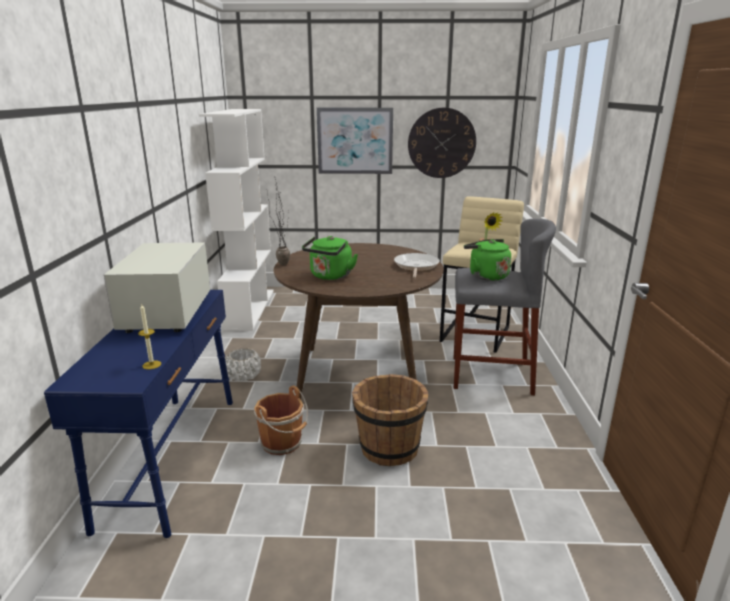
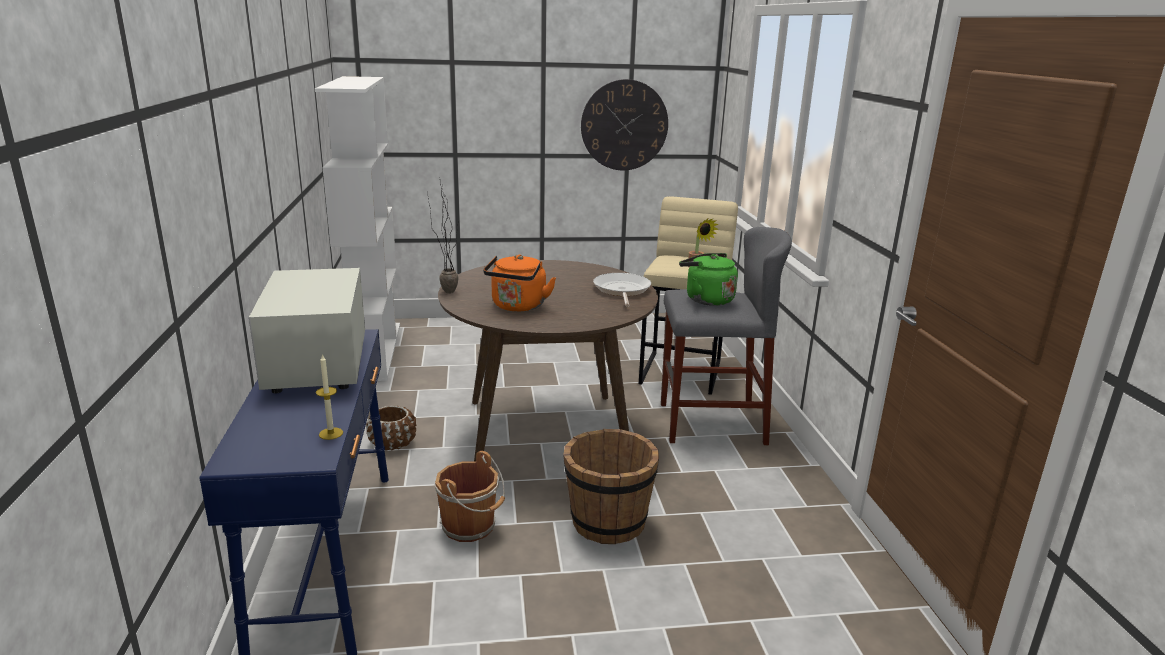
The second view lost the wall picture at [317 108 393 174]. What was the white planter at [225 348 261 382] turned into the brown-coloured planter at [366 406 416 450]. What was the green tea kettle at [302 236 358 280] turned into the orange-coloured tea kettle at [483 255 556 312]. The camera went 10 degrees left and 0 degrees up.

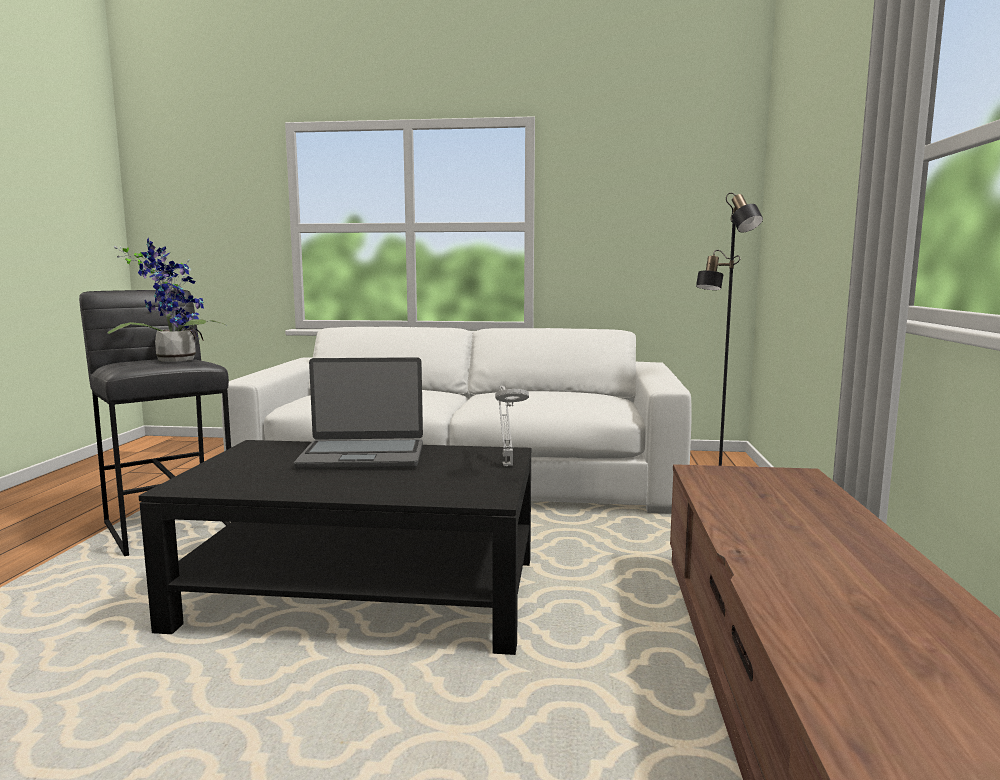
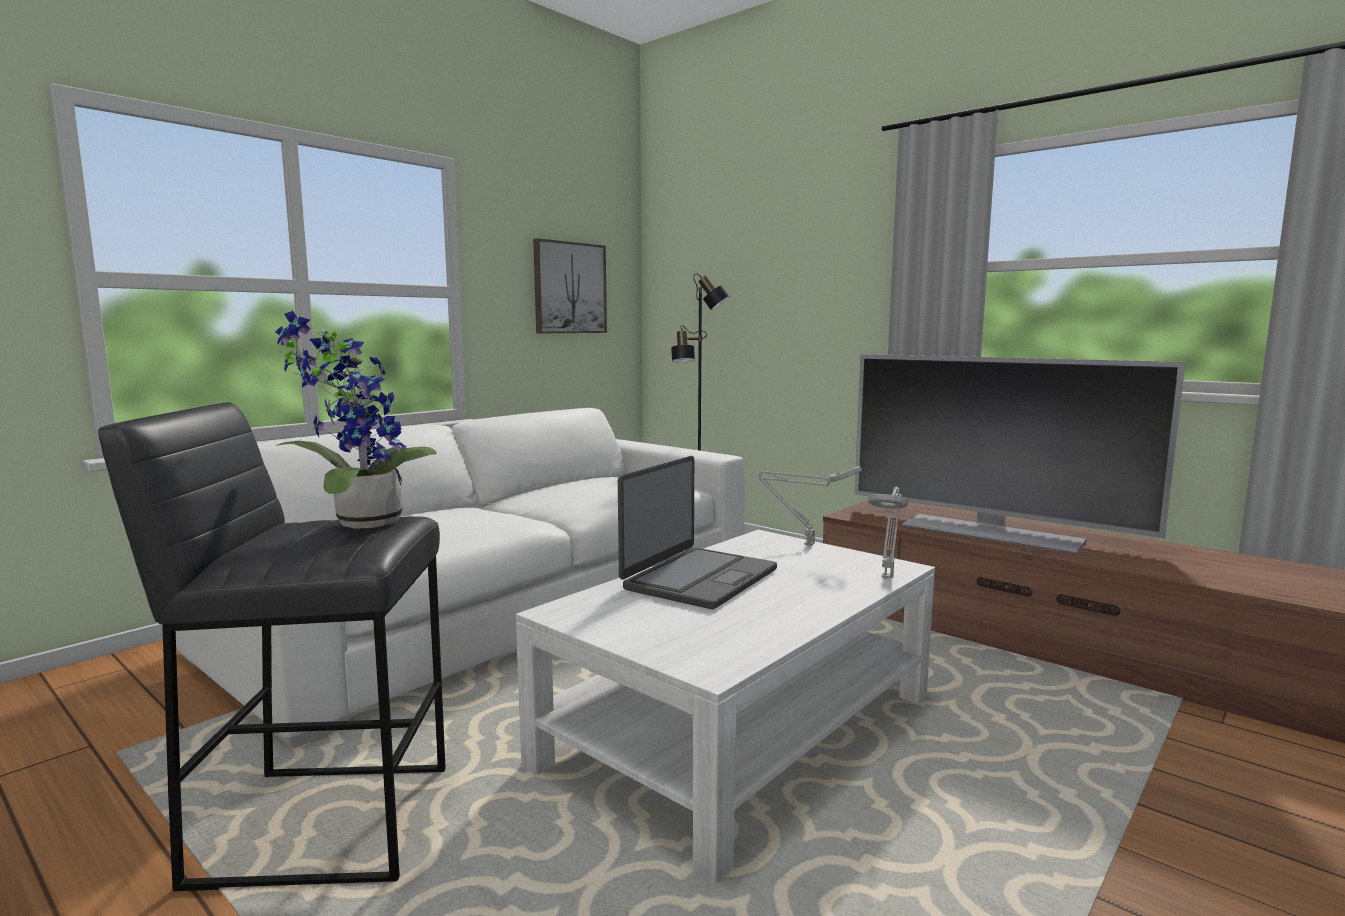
The second view gained the wall picture at [533 238 607 333]. The second view gained the TV set at [854 354 1185 554]. The second view gained the greyish lamp for a table at [868 487 908 579]. What was the black lounge table at [139 440 531 655] turned into the white lounge table at [515 530 935 884]. The camera went 55 degrees left and 0 degrees up.

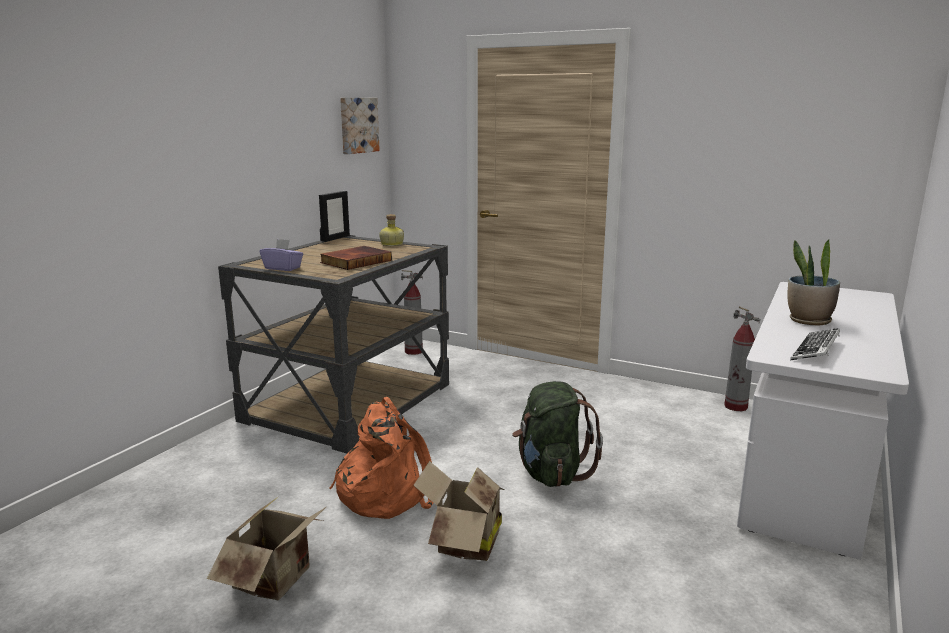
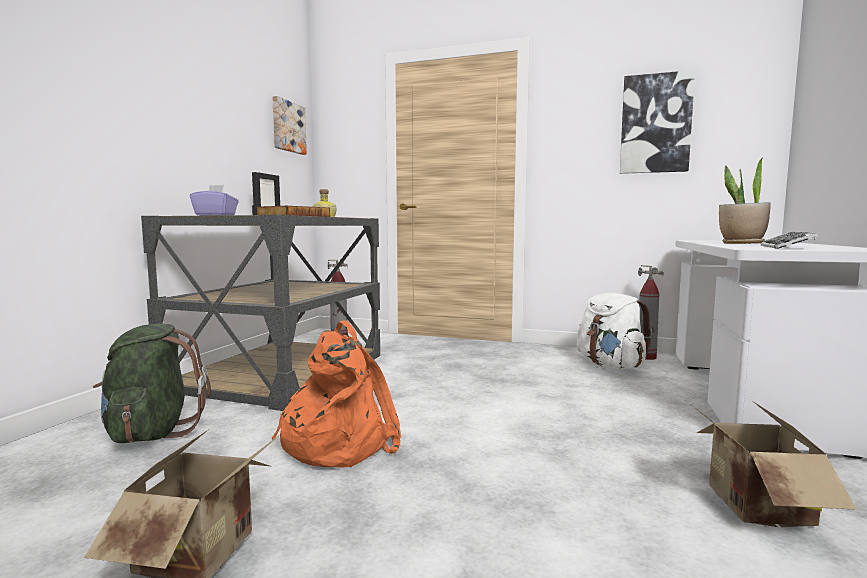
The second view gained the white backpack at [577 293 652 369]. The second view gained the wall picture at [620 70 695 174]. The packing box ended up elsewhere, having gone from [413 461 504 561] to [684 399 857 527]. The green backpack ended up elsewhere, having gone from [512 381 603 487] to [93 324 211 443]. The camera went 10 degrees left and 10 degrees down.

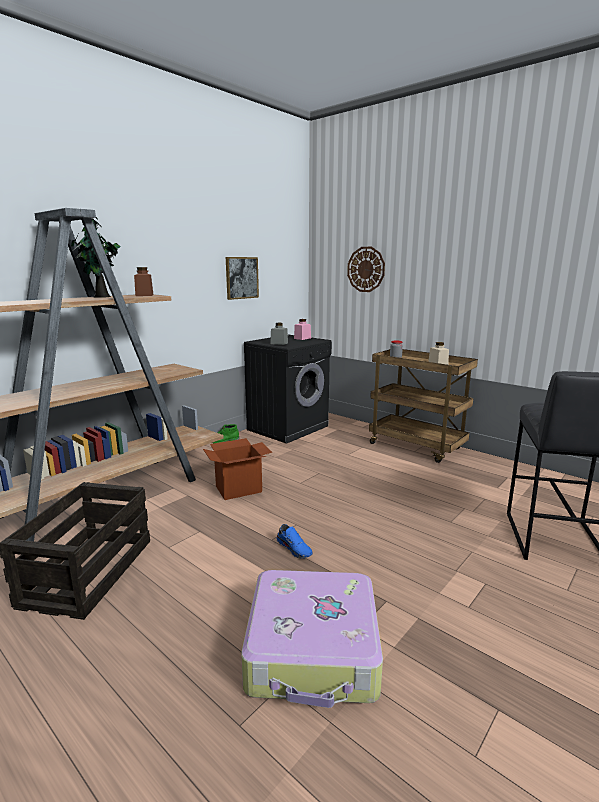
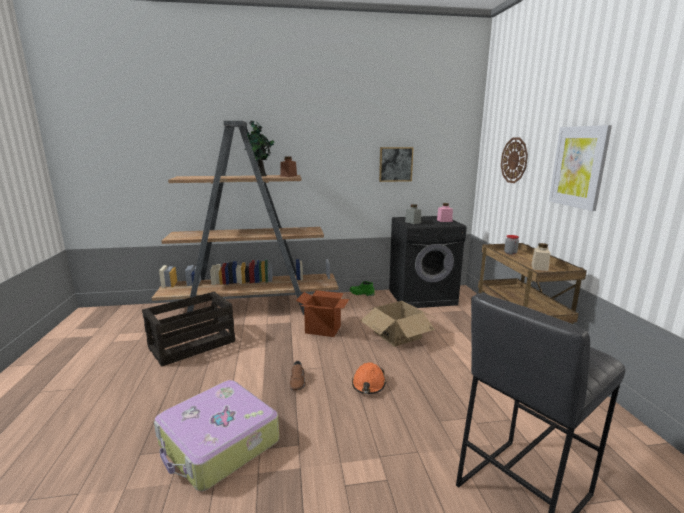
The second view gained the orange-coloured work helmet at [352 362 386 394]. The second view gained the packing box at [360 301 435 347]. The second view gained the wall picture at [549 125 612 211]. What was the blue-coloured item of footwear at [277 524 312 559] turned into the brown-coloured item of footwear at [290 361 306 391]. The camera went 40 degrees right and 0 degrees up.

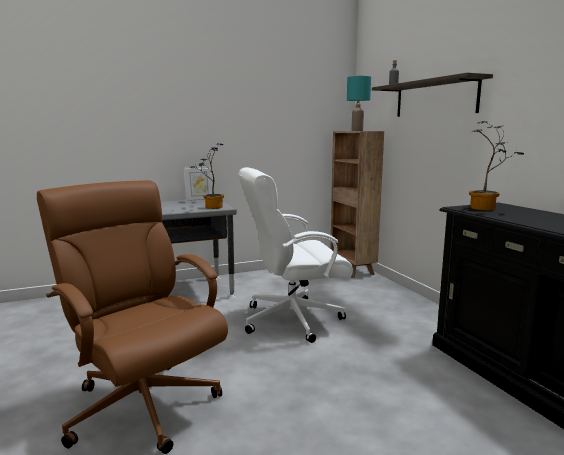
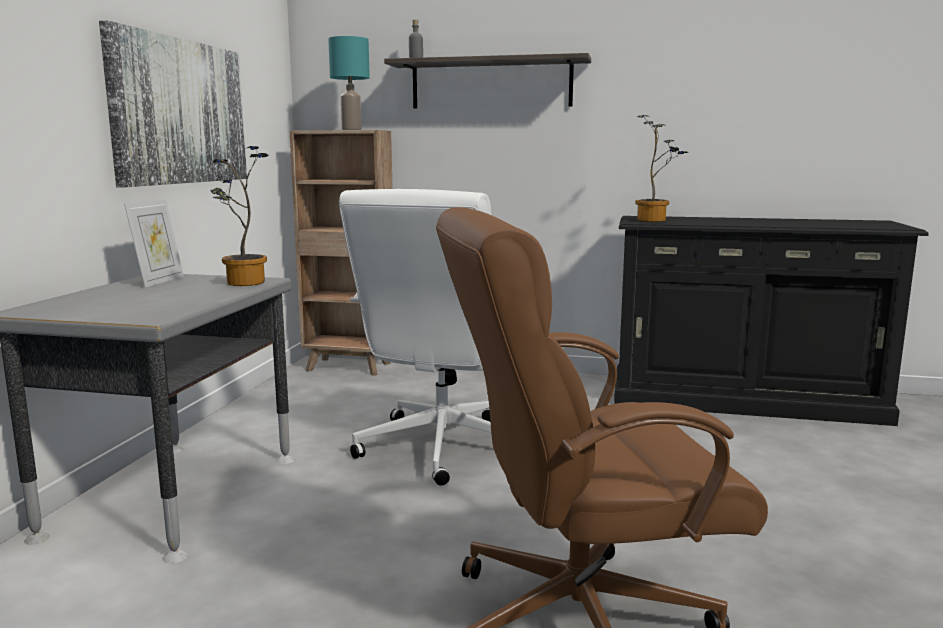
The second view gained the wall picture at [99 21 247 187]. The camera went 55 degrees left and 0 degrees up.

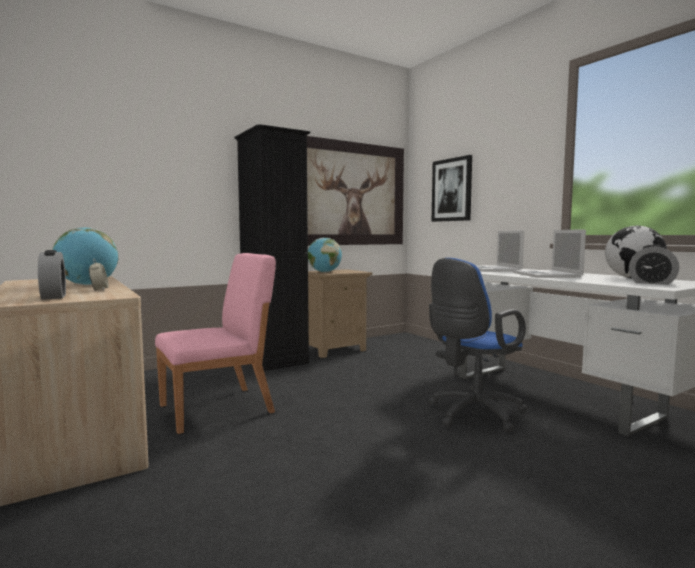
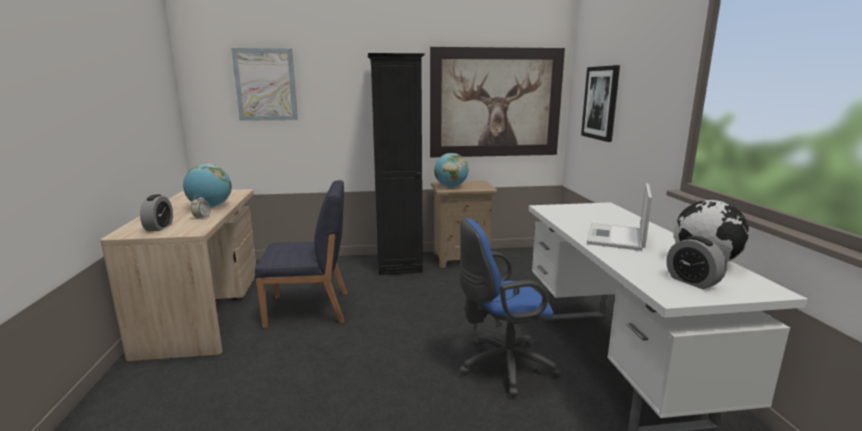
The second view lost the notebook computer at [477 230 524 272]. The second view gained the wall picture at [231 48 298 121]. What was the pink-coloured upright chair at [155 253 276 434] turned into the blue-coloured upright chair at [255 180 347 328]. The camera went 25 degrees right and 10 degrees up.

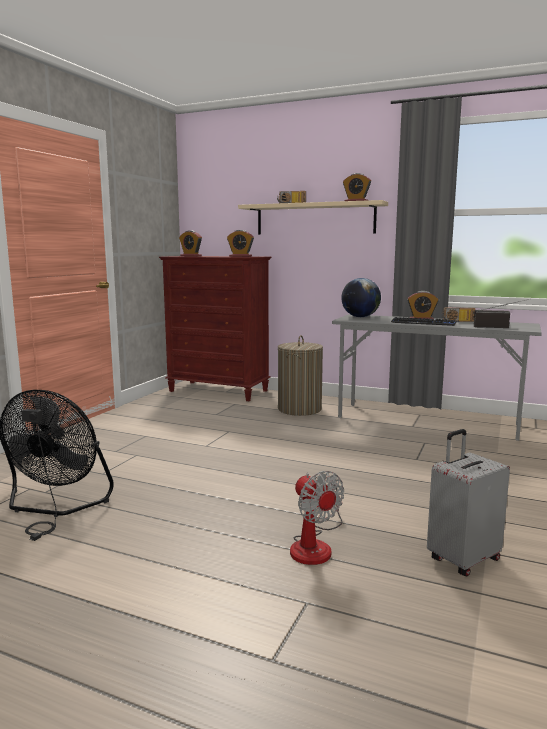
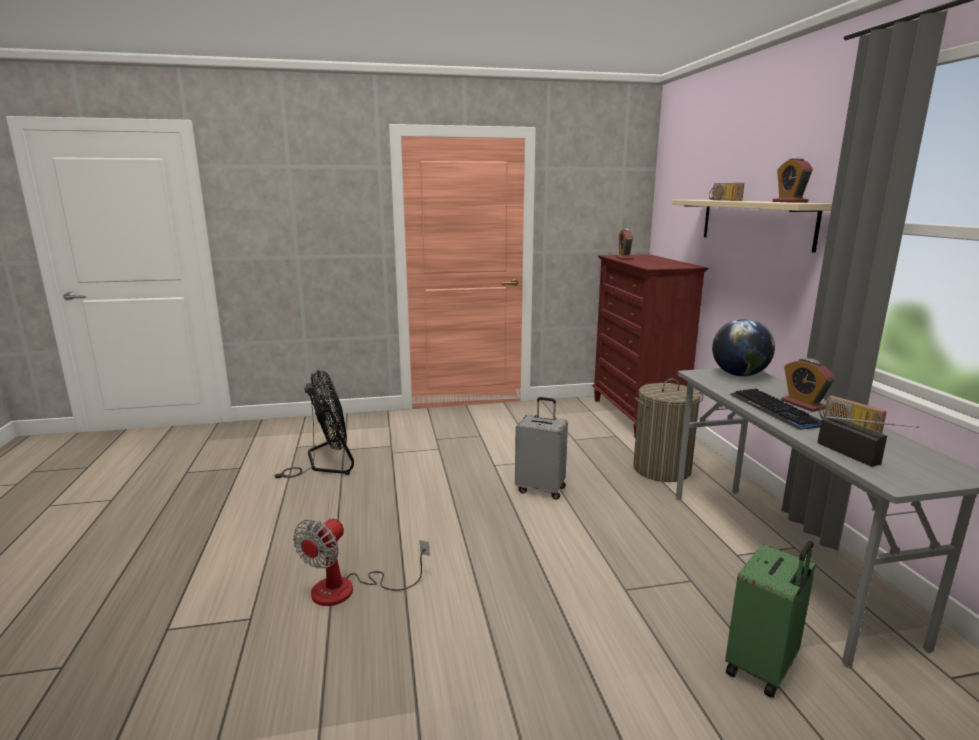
The second view lost the alarm clock at [227 230 254 257]. The second view gained the green travel case at [725 541 816 698]. The greyish travel case ended up elsewhere, having gone from [427 429 510 577] to [515 397 568 500]. The camera went 55 degrees right and 5 degrees up.

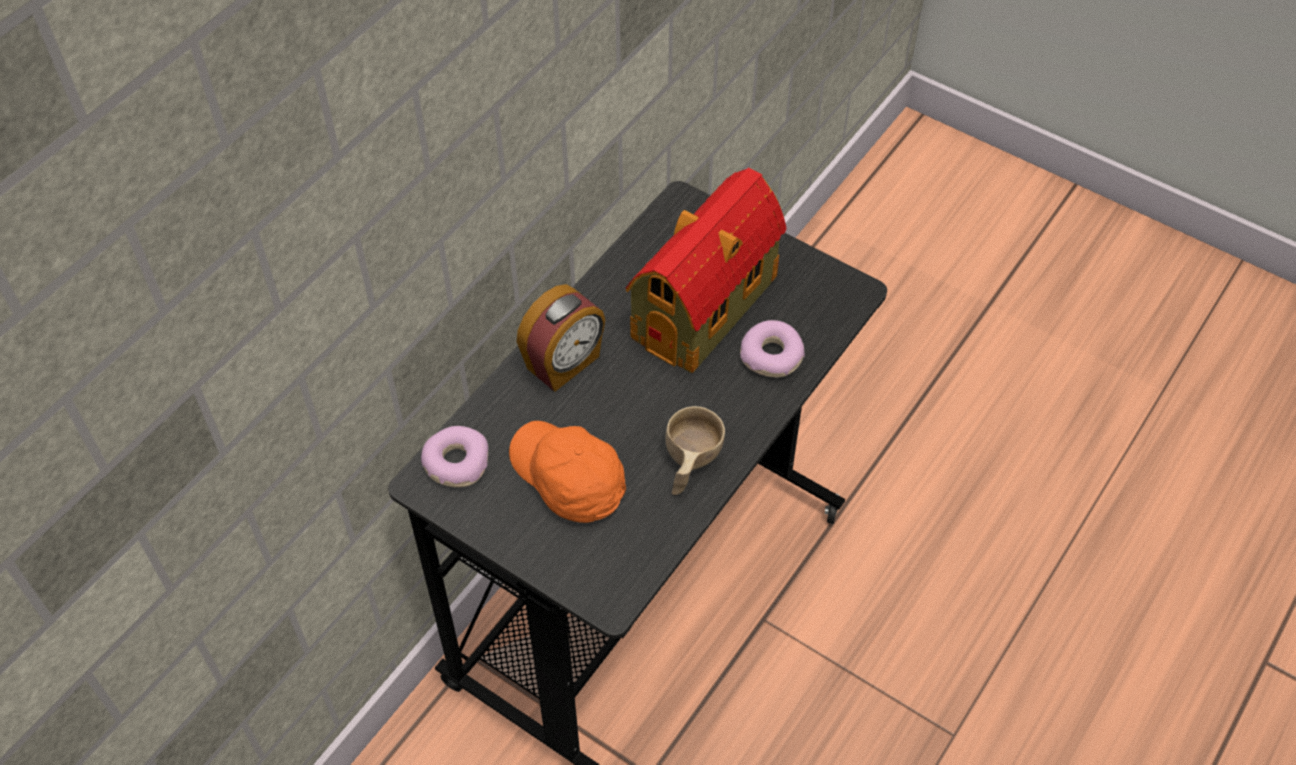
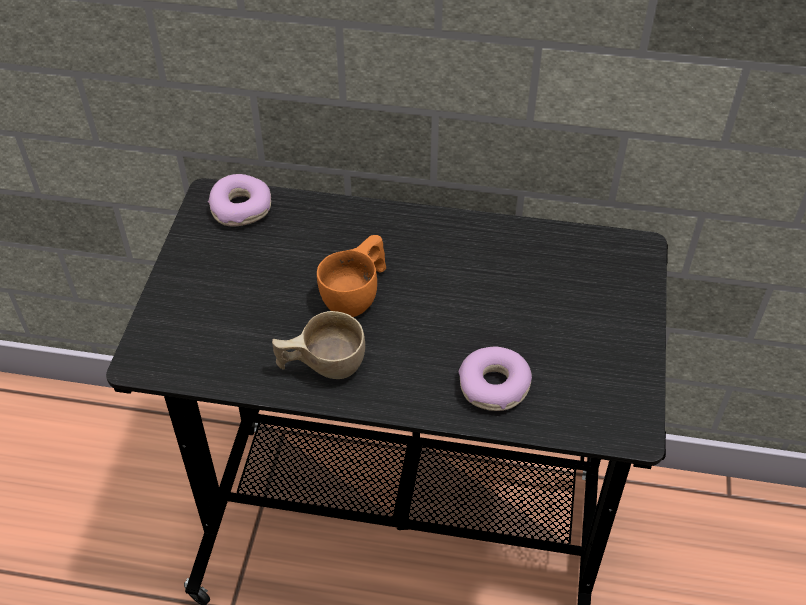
The second view lost the orange-coloured cap at [509 421 626 523]. The second view lost the alarm clock at [516 284 605 392]. The second view lost the model house at [625 167 786 373]. The second view gained the orange-coloured cup at [317 235 386 317]. The camera went 65 degrees right and 5 degrees down.

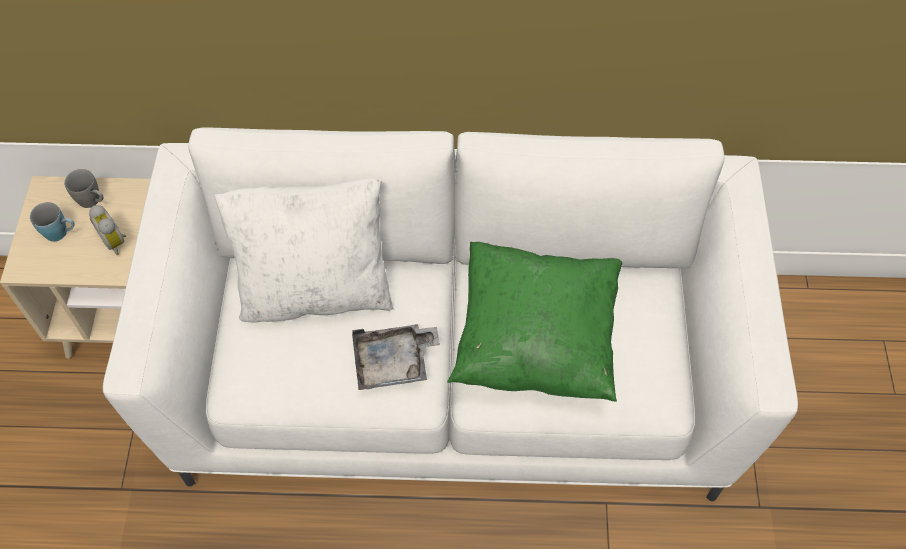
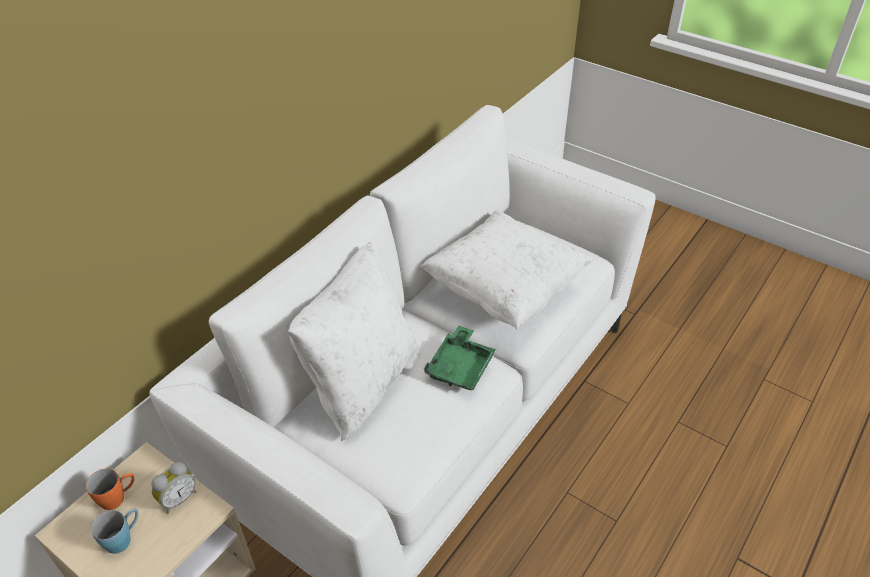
What was the greyish coffee mug at [64 169 104 208] turned into the orange-coloured coffee mug at [86 468 134 510]. What was the greyish serving tray at [352 324 440 390] turned into the green serving tray at [424 325 496 390]. What was the green throw pillow at [447 242 622 402] turned into the white throw pillow at [420 211 593 330]. The alarm clock at [89 205 126 255] ended up facing another way, 45 degrees counterclockwise from before. The camera went 55 degrees left and 15 degrees down.

